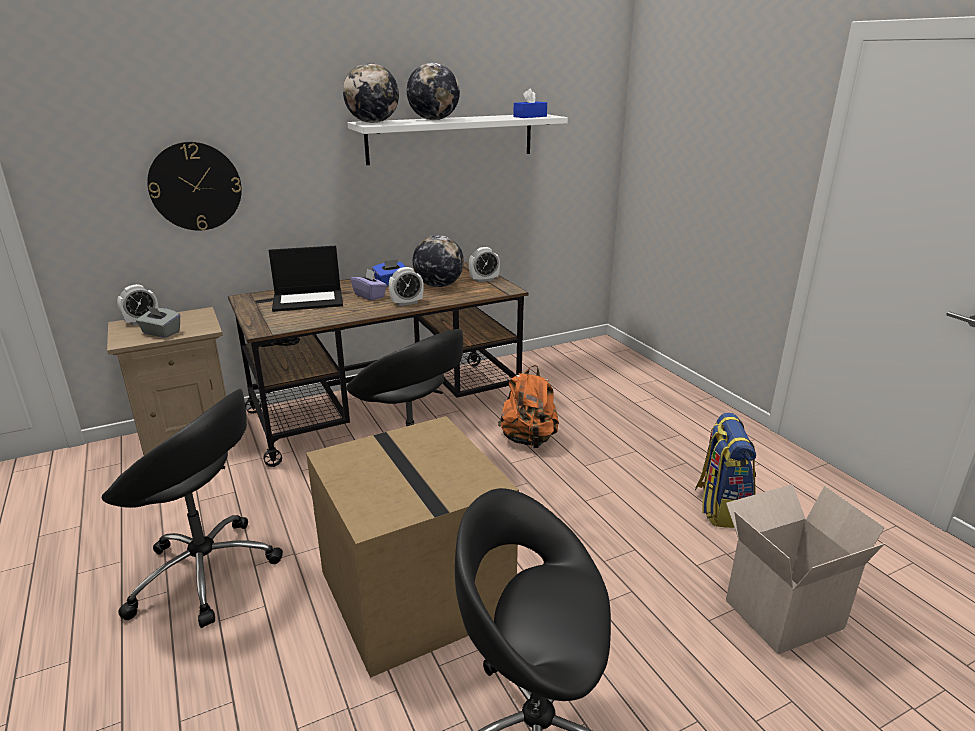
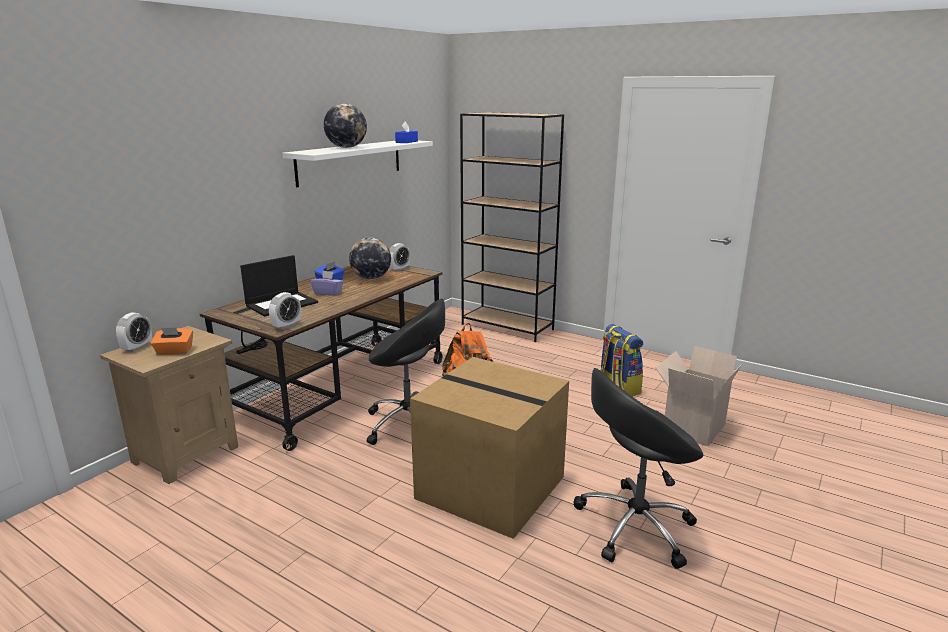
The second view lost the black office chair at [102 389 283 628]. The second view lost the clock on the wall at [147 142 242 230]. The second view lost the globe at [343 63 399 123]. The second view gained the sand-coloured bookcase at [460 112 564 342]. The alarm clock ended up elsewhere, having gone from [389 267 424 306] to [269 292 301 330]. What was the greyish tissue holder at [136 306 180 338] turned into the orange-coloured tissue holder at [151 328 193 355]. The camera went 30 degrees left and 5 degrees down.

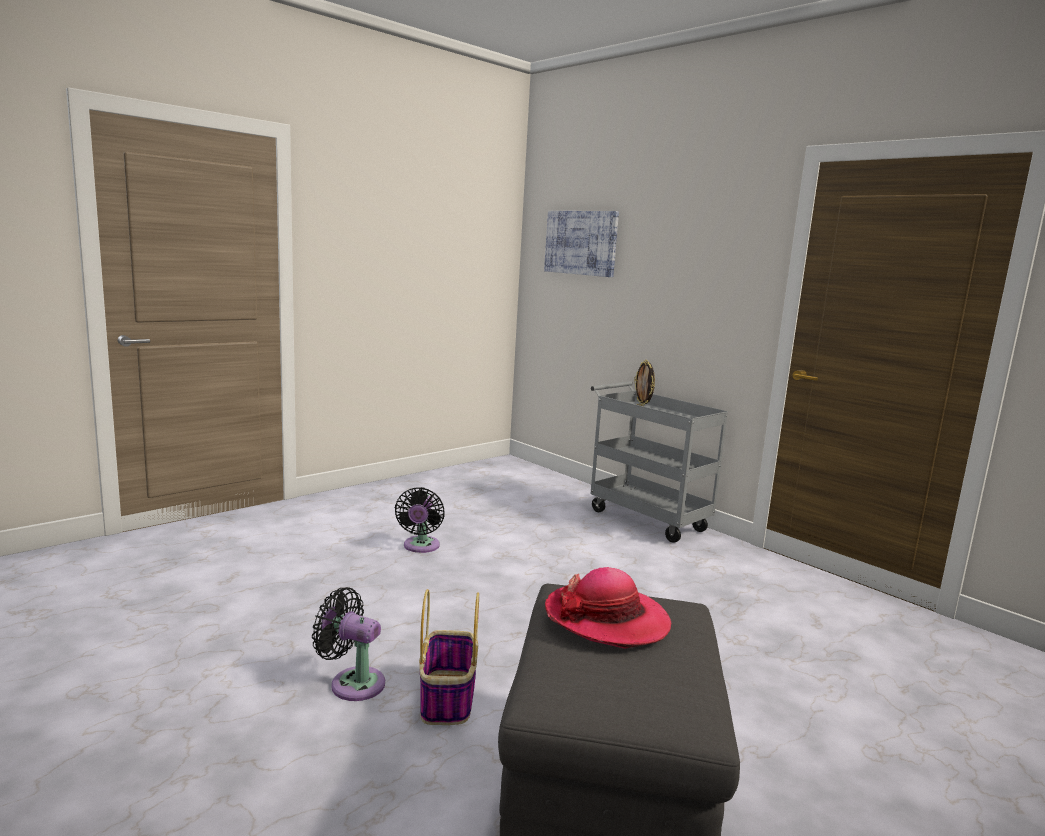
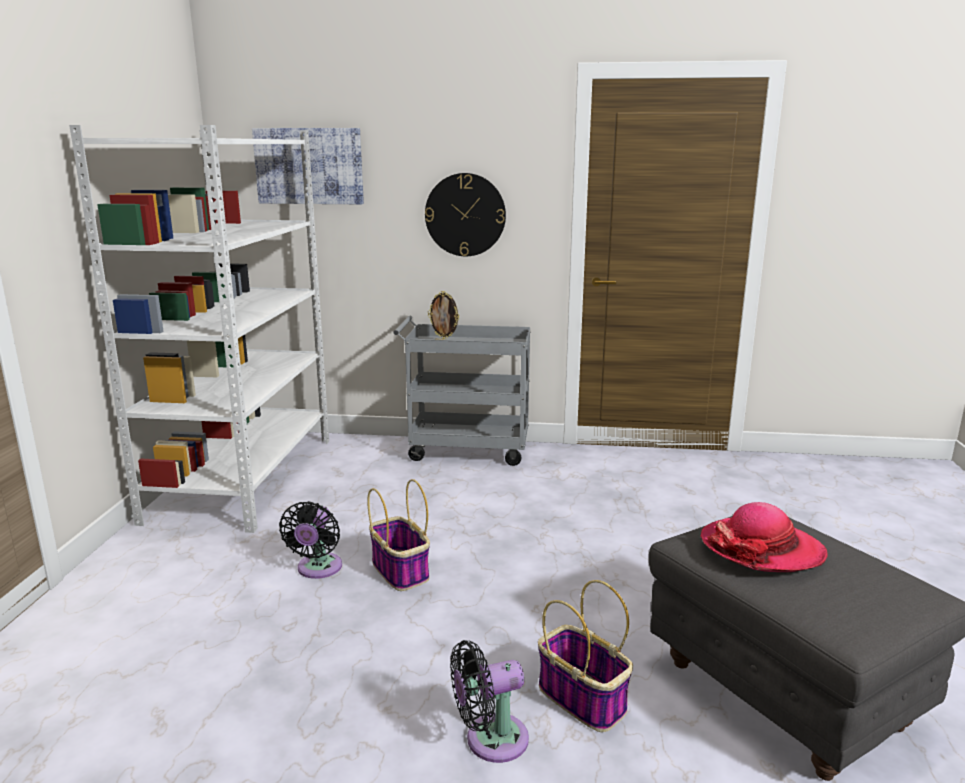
The second view gained the white bookcase at [69 125 329 533]. The second view gained the household basket at [367 479 430 591]. The second view gained the clock on the wall at [425 173 506 256]. The black cooling fan at [395 487 445 553] ended up facing another way, 45 degrees clockwise from before. The camera went 40 degrees left and 5 degrees up.

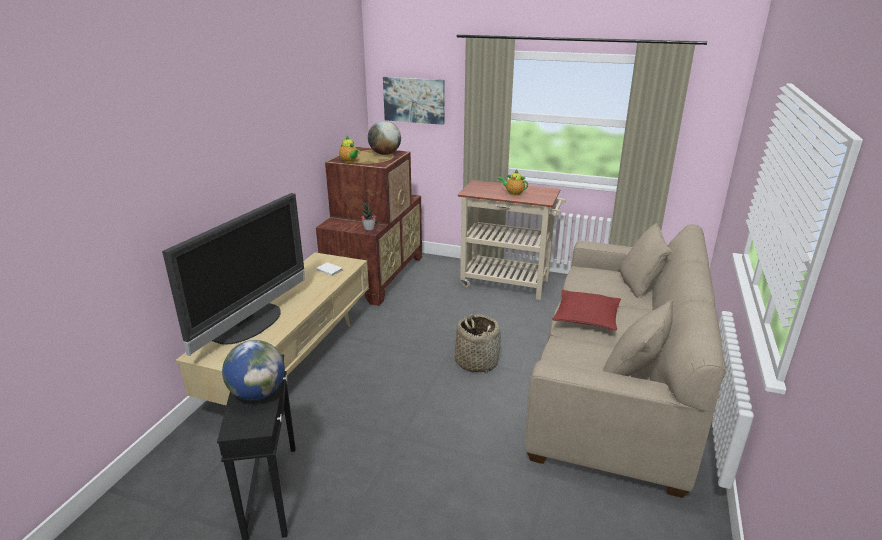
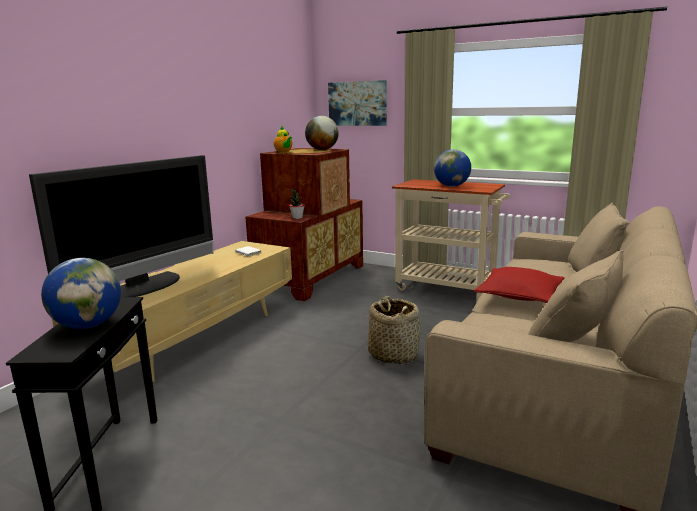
Where the teapot stood at [498 169 528 196], the globe came to stand at [434 149 471 187]. The camera went 10 degrees right and 10 degrees down.

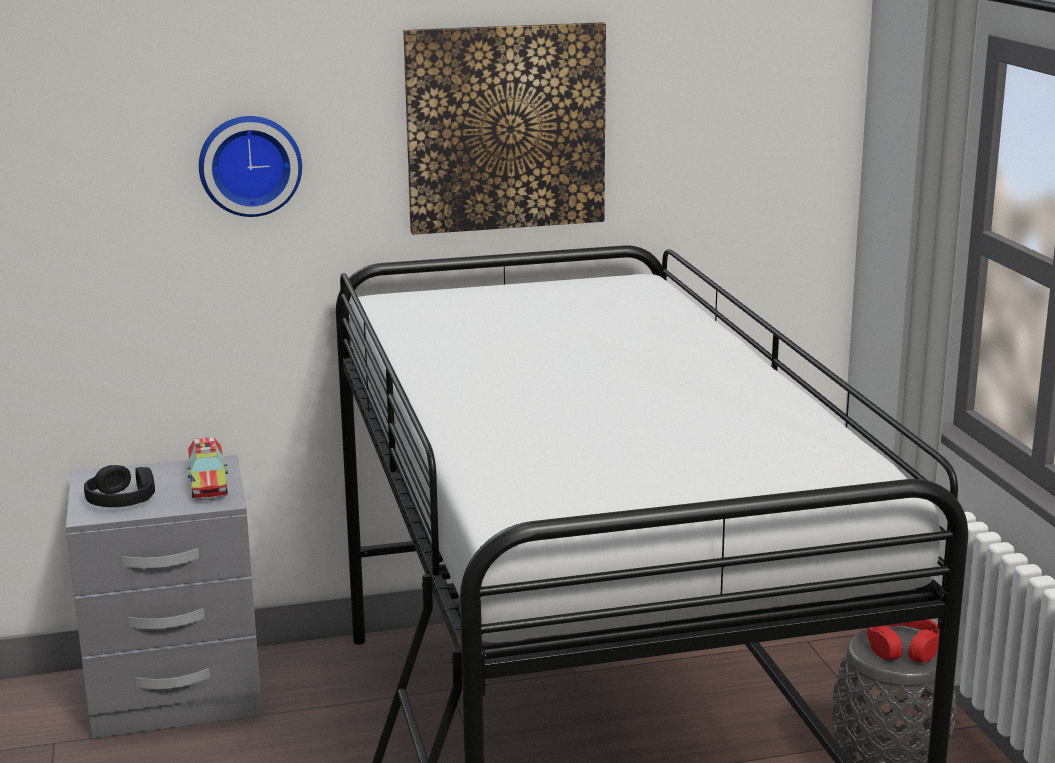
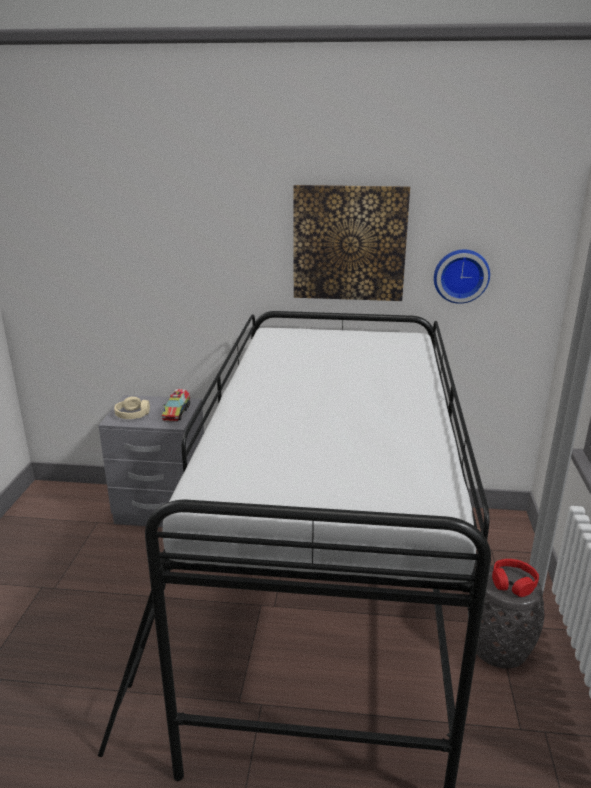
The clock on the wall ended up elsewhere, having gone from [199 116 302 217] to [434 249 490 304]. What was the black headphones at [84 465 155 507] turned into the sand-coloured headphones at [114 397 150 419]. The camera went 20 degrees right and 5 degrees up.

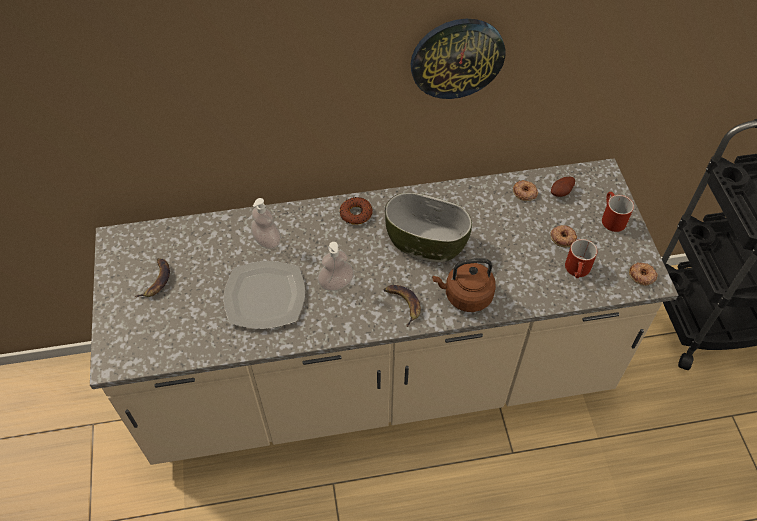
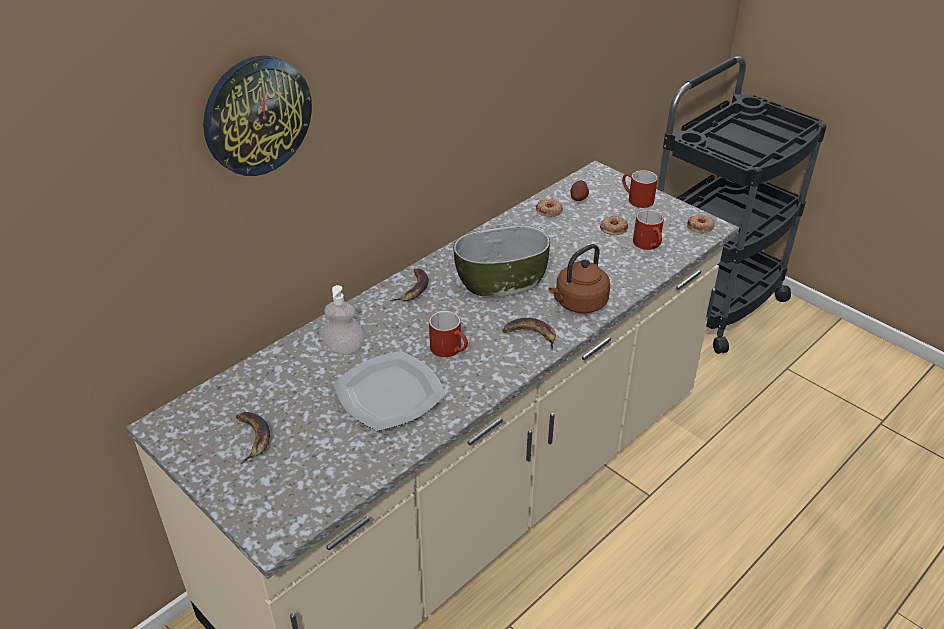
The clock on the wall ended up elsewhere, having gone from [411 19 506 99] to [203 55 312 176]. Where the soap dispenser stood at [317 242 354 291], the reddish coffee mug came to stand at [429 311 468 357]. Where the donut stood at [340 197 373 225], the whole banana came to stand at [390 268 429 302]. The camera went 35 degrees left and 15 degrees down.

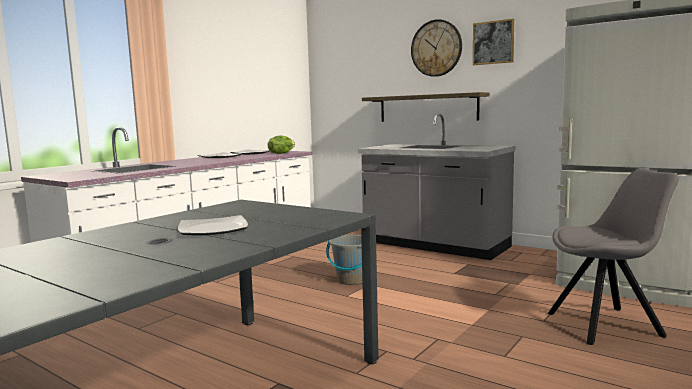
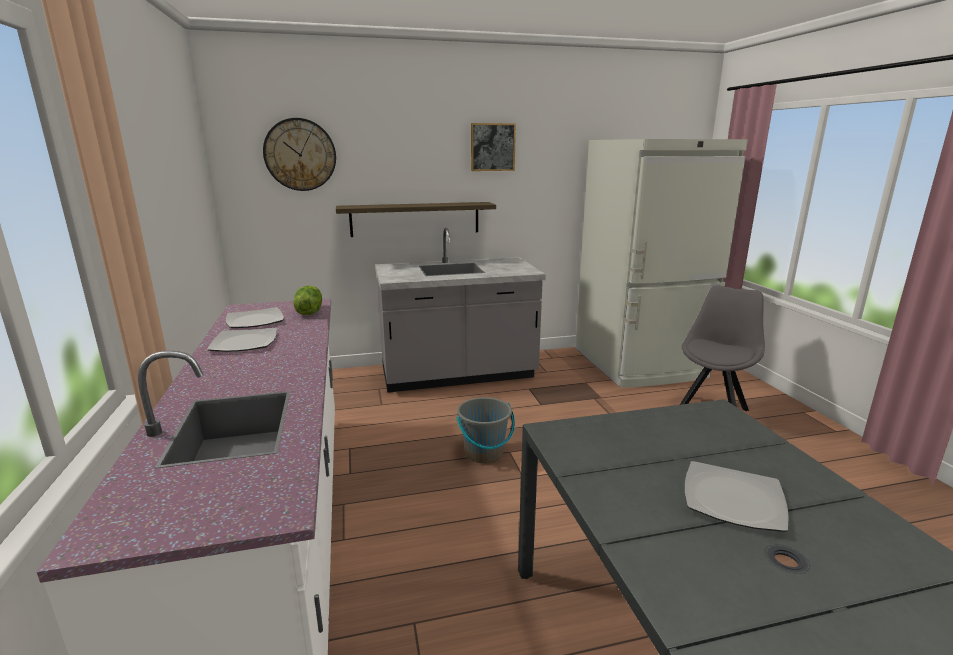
The clock on the wall ended up elsewhere, having gone from [411 19 462 77] to [263 118 336 191]. The camera went 50 degrees left and 10 degrees up.

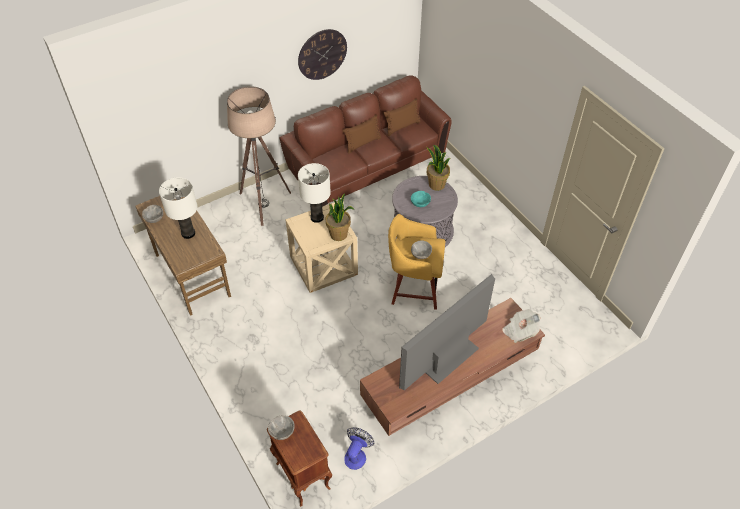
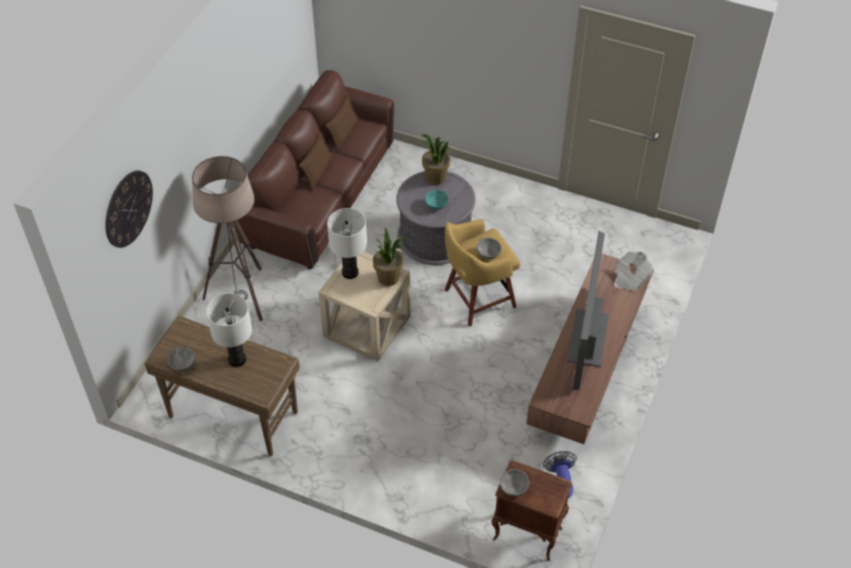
The clock on the wall ended up elsewhere, having gone from [298 29 347 80] to [105 171 153 248]. The camera went 35 degrees left and 0 degrees up.

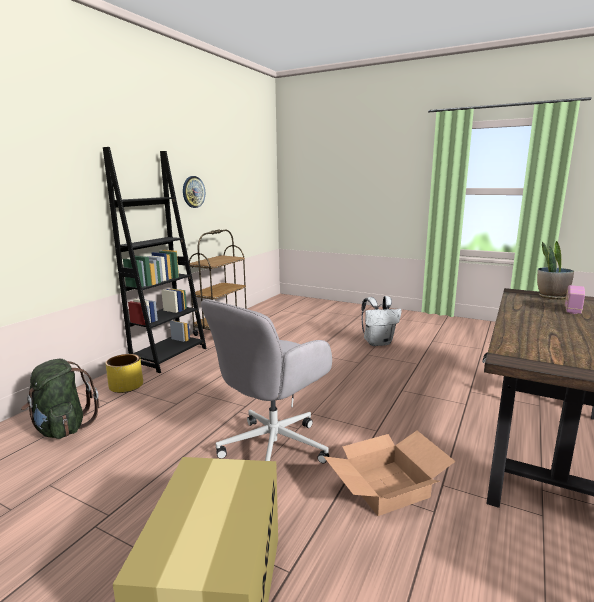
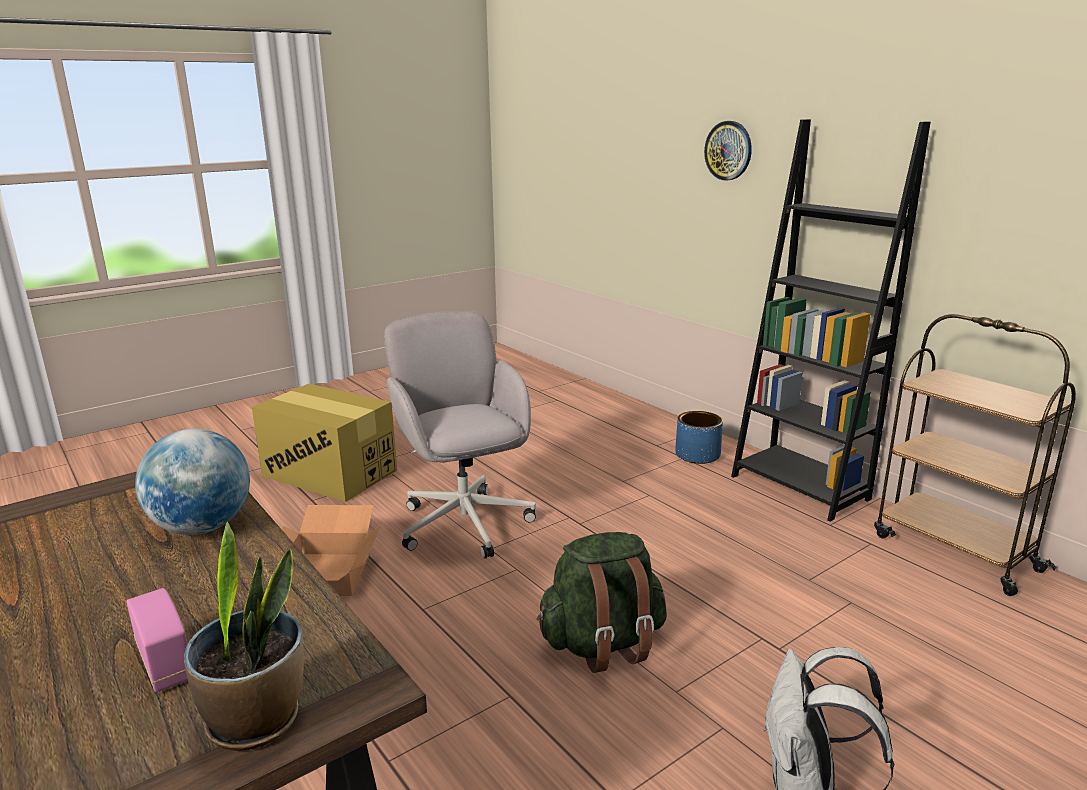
The second view gained the globe at [135 429 250 535]. The green backpack ended up elsewhere, having gone from [21 359 99 439] to [537 532 667 673]. The clock on the wall ended up elsewhere, having gone from [183 176 205 208] to [704 121 752 181]. What was the yellowish planter at [106 354 143 393] turned into the blue-coloured planter at [675 411 723 464]. The camera went 115 degrees right and 5 degrees up.

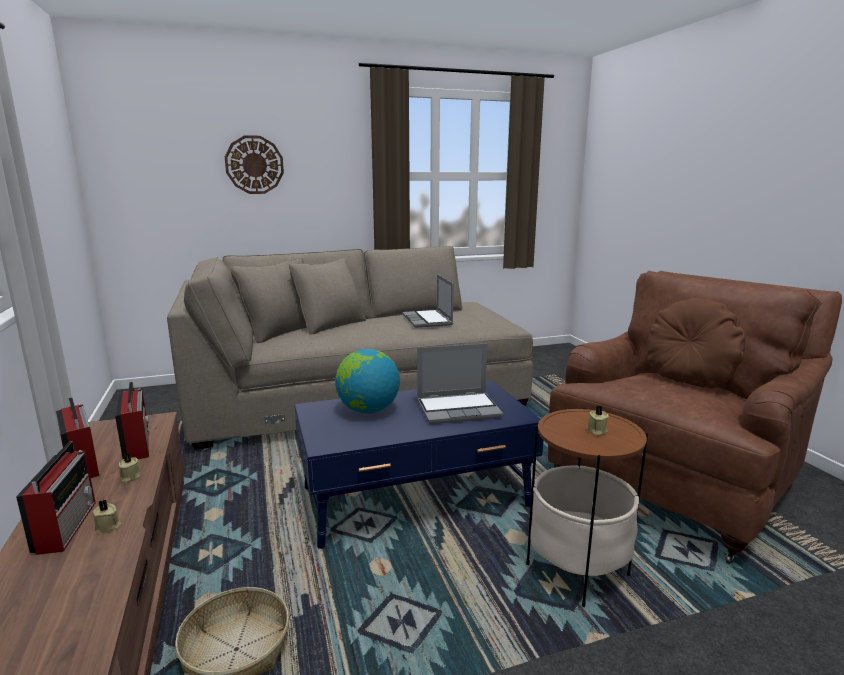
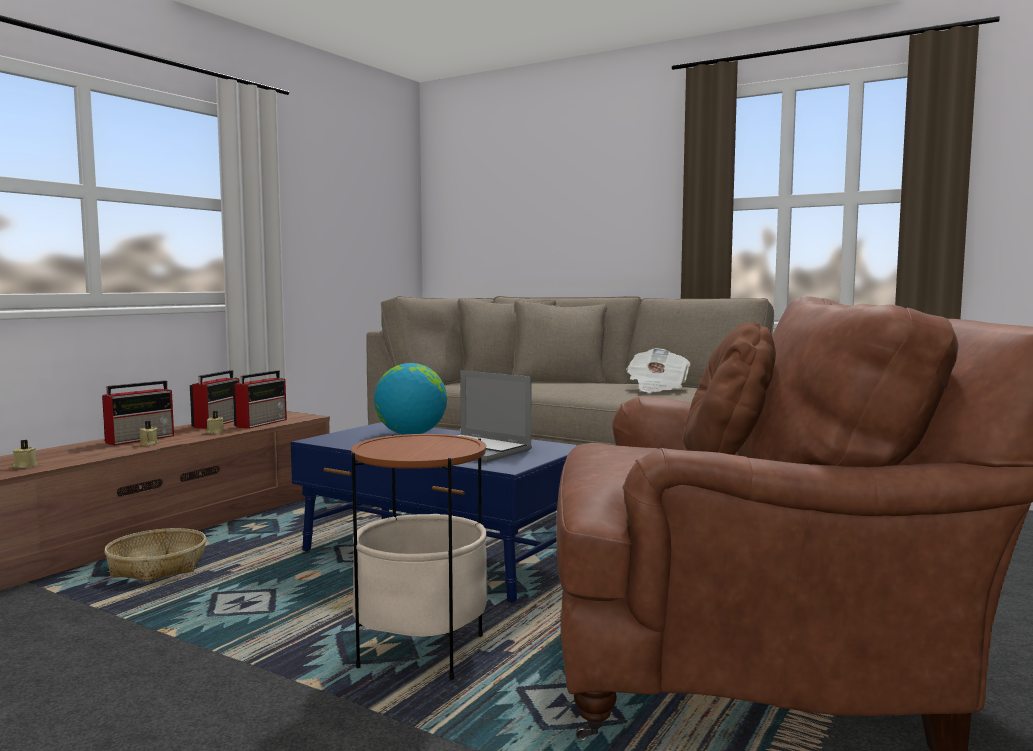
The second view lost the clock on the wall at [225 135 284 194]. The sand-coloured wax candle ended up elsewhere, having gone from [586 405 609 436] to [12 440 38 468]. Where the notebook computer stood at [402 274 454 328], the newspaper came to stand at [626 348 691 393]. The camera went 50 degrees right and 10 degrees down.

